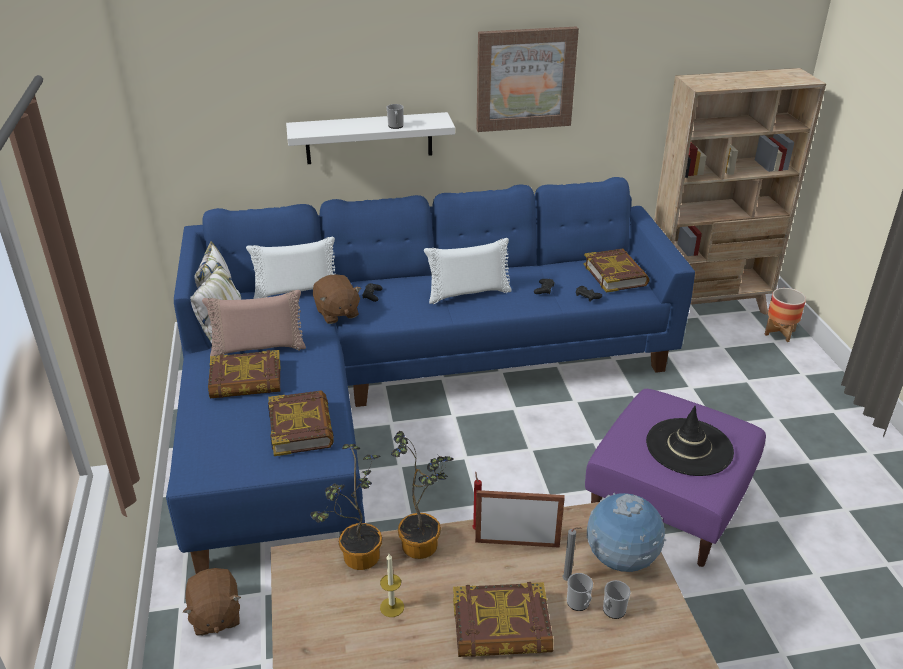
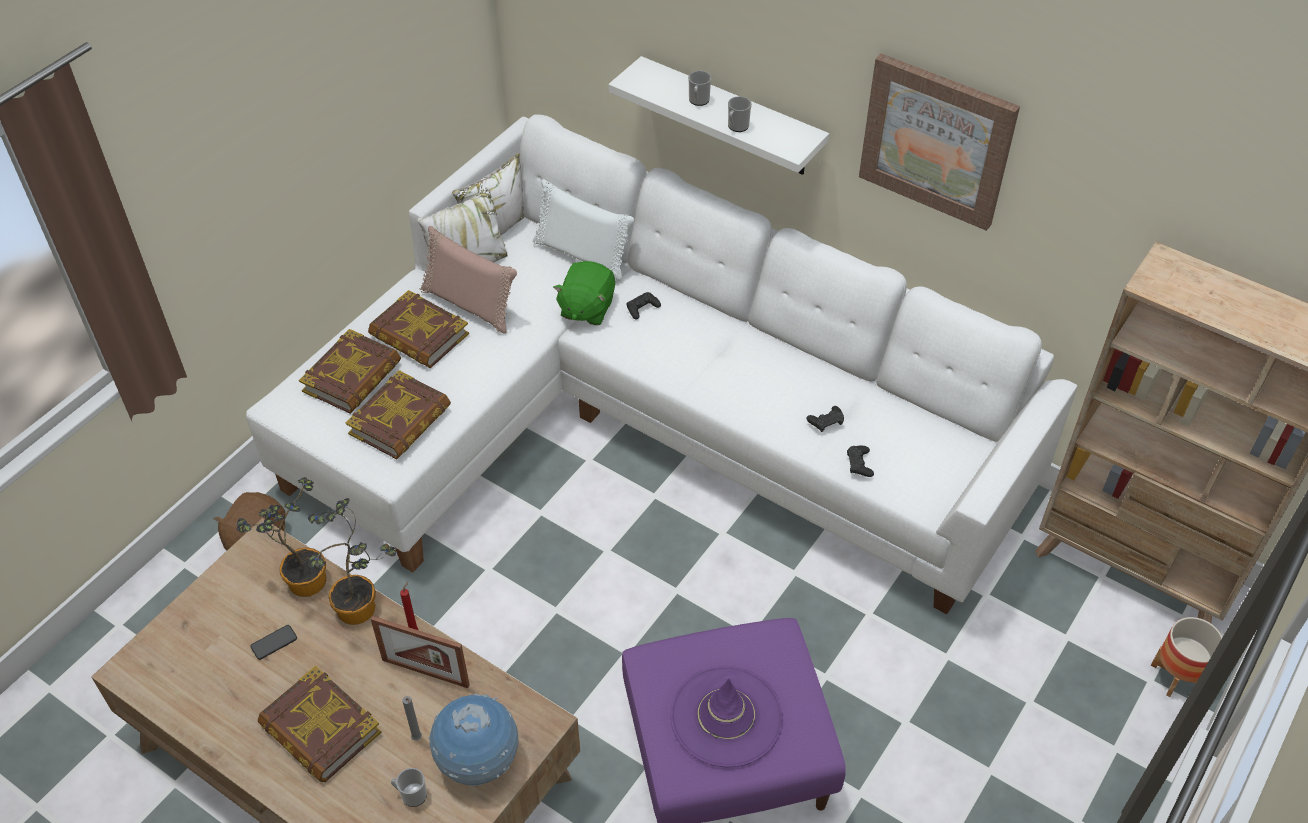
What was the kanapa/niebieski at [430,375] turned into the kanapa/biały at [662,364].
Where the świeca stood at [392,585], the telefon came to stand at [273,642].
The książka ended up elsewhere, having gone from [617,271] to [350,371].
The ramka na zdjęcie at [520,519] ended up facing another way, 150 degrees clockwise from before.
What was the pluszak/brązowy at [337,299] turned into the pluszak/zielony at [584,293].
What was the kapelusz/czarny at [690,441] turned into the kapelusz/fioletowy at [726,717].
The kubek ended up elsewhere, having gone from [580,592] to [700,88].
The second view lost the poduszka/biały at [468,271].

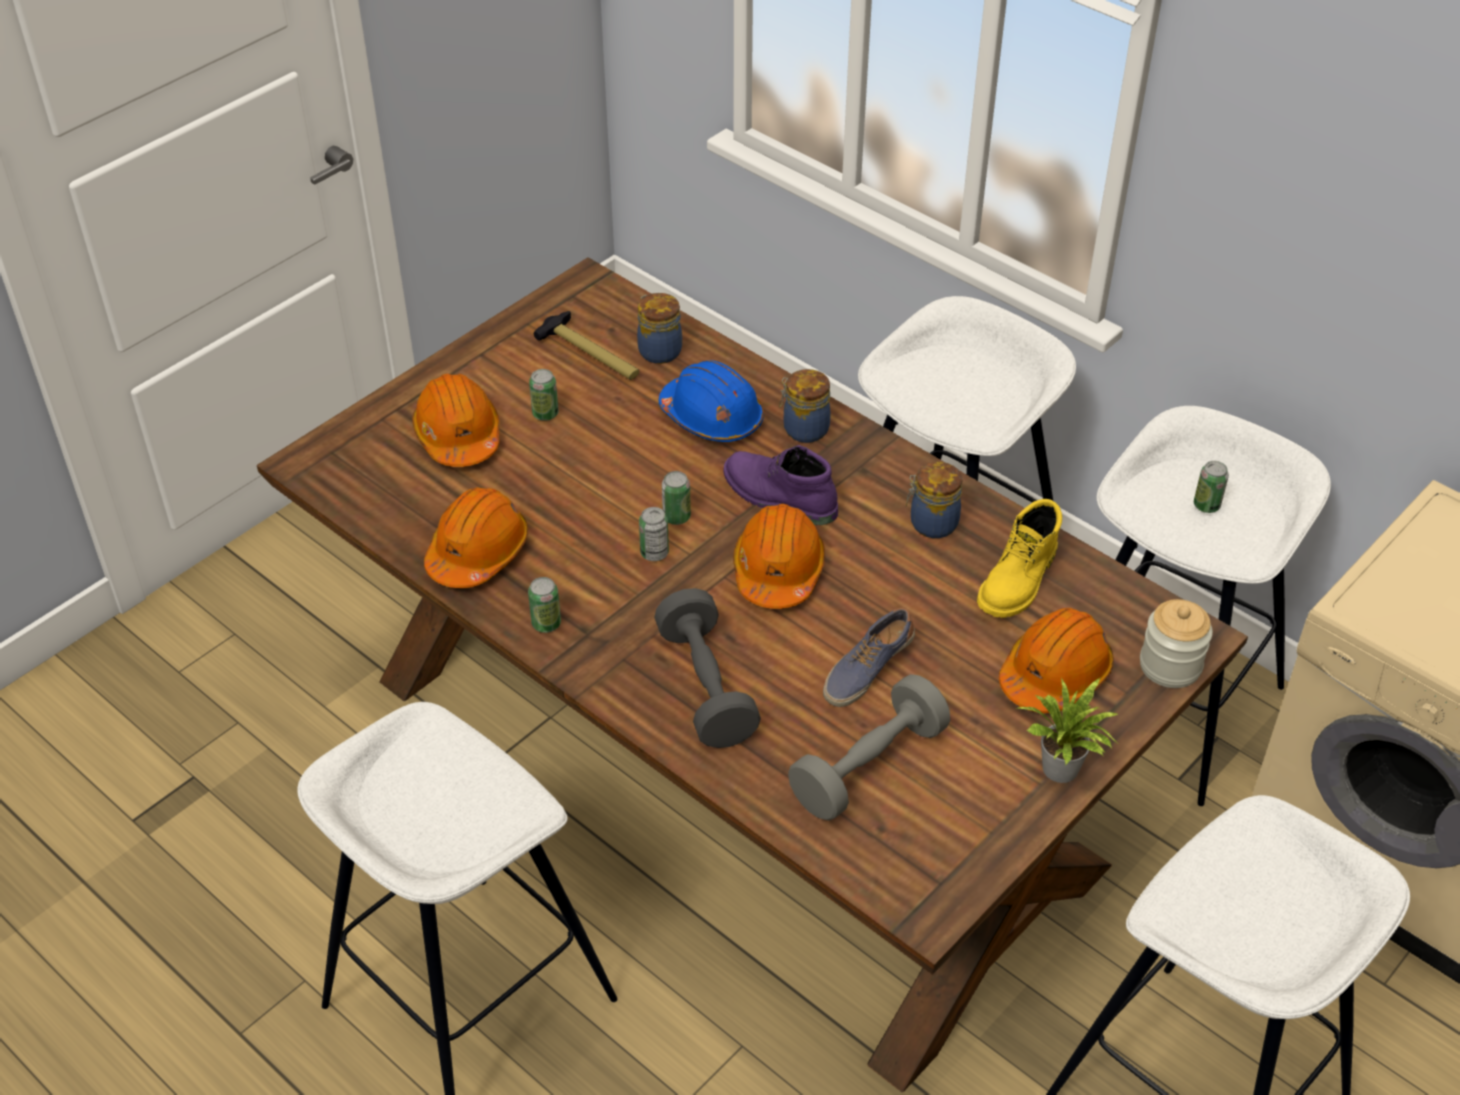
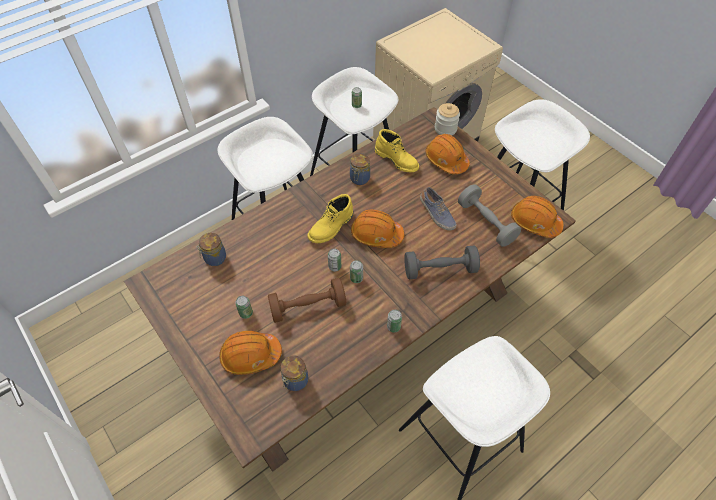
The second view gained the hantel/brązowy at [307,300].
The słoik ended up elsewhere, having gone from [804,406] to [294,373].
What was the but z cholewką/fioletowy at [780,485] turned into the but z cholewką/żółty at [330,218].
The kask/pomarańczowy ended up elsewhere, having gone from [476,537] to [537,217].
The second view lost the młotek at [586,345].
The second view lost the kask/niebieski at [711,401].
The second view lost the roślina doniczkowa at [1068,730].

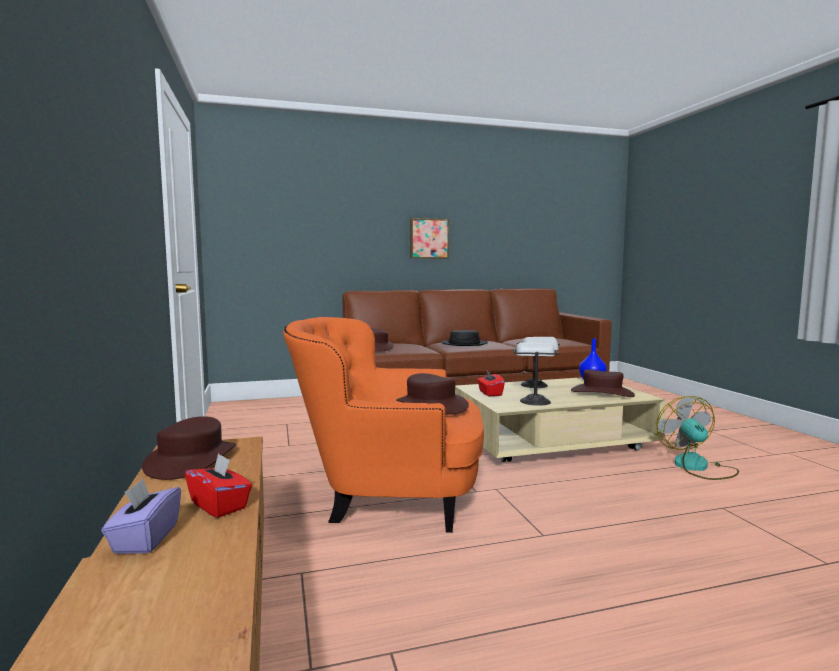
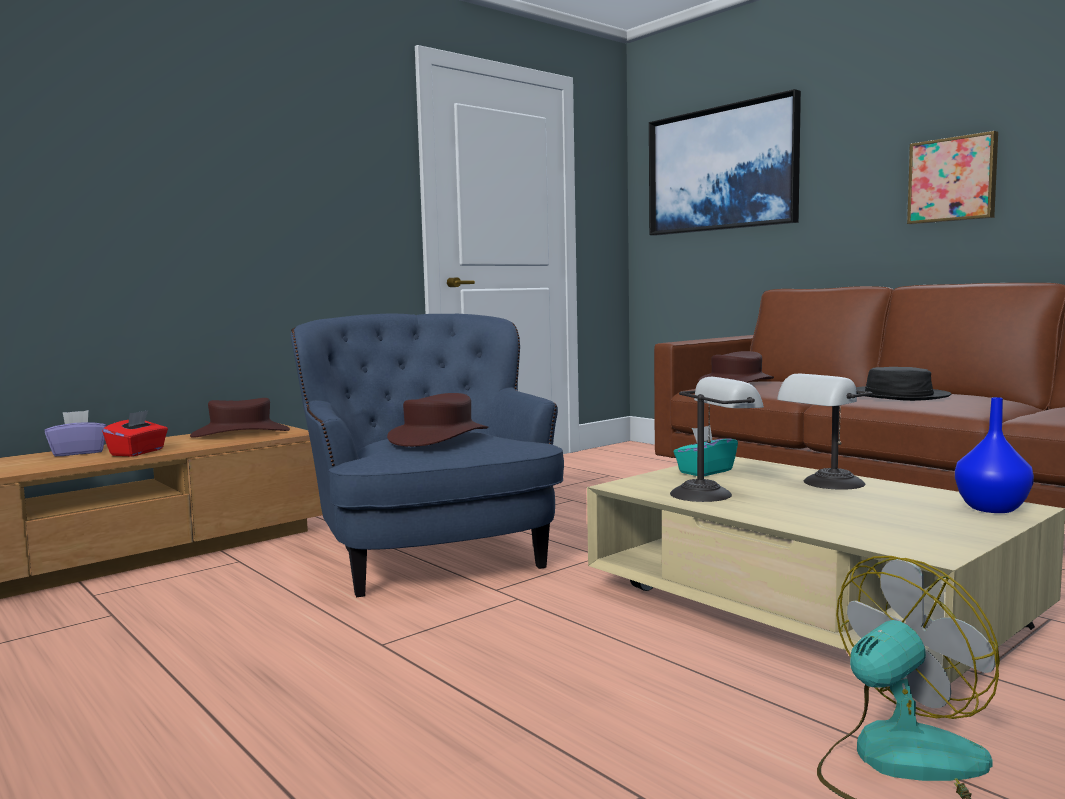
What was the fotel/pomarańczowy at [383,425] turned into the fotel/niebieski at [427,455].
The second view gained the obraz at [725,162].
What was the pudełko chusteczek/czerwony at [491,383] turned into the pudełko chusteczek/turkusowy at [706,451].
The second view lost the kapelusz/brązowy at [603,383].

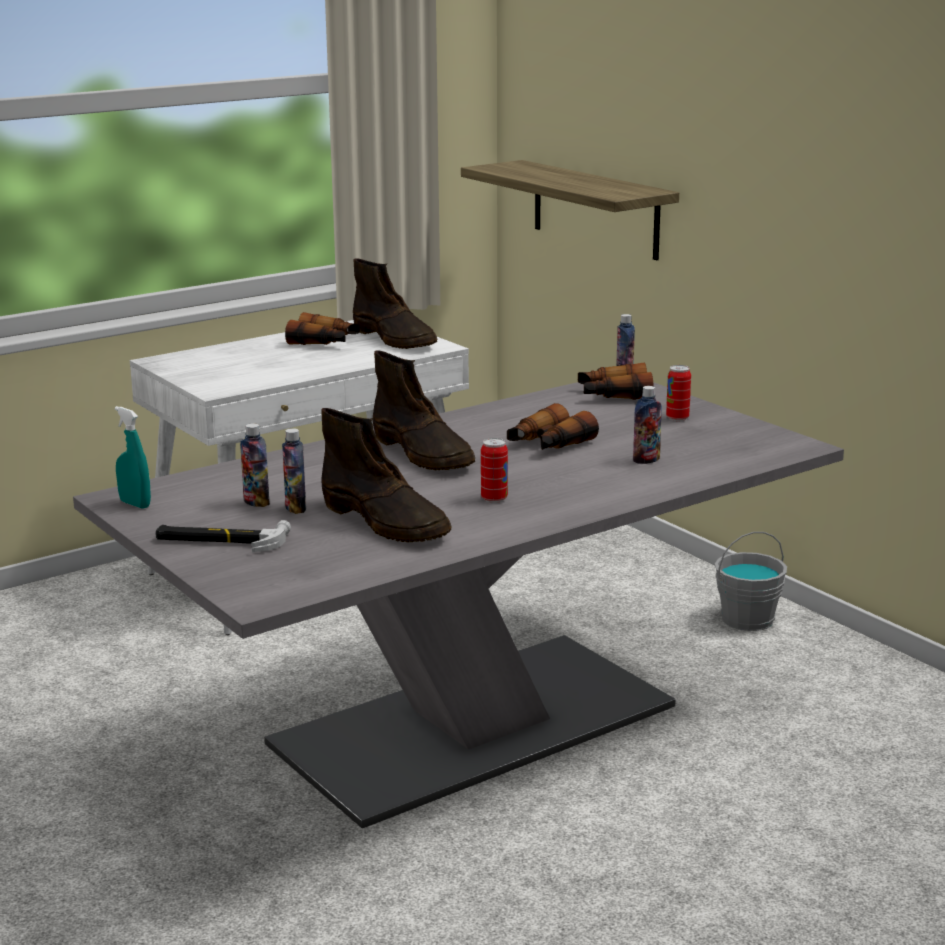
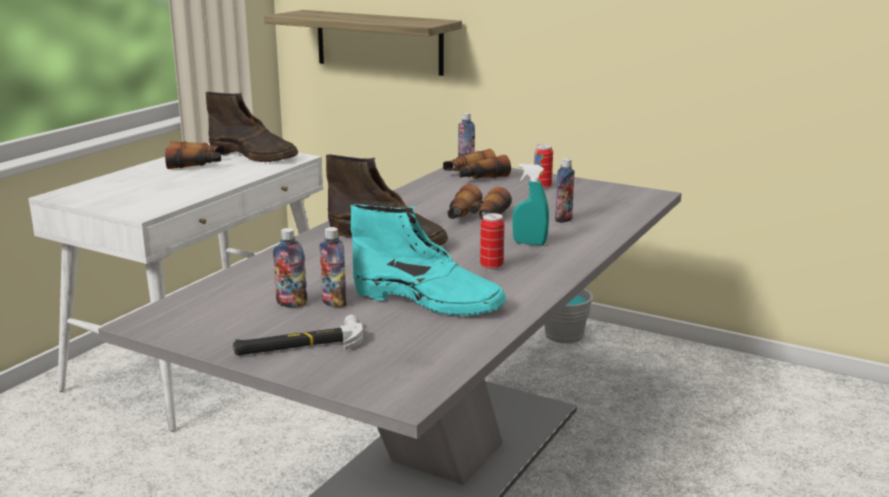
What was the but z cholewką/brązowy at [386,475] turned into the but z cholewką/turkusowy at [428,260].
The spryskiwacz/turkusowy ended up elsewhere, having gone from [133,457] to [531,204].

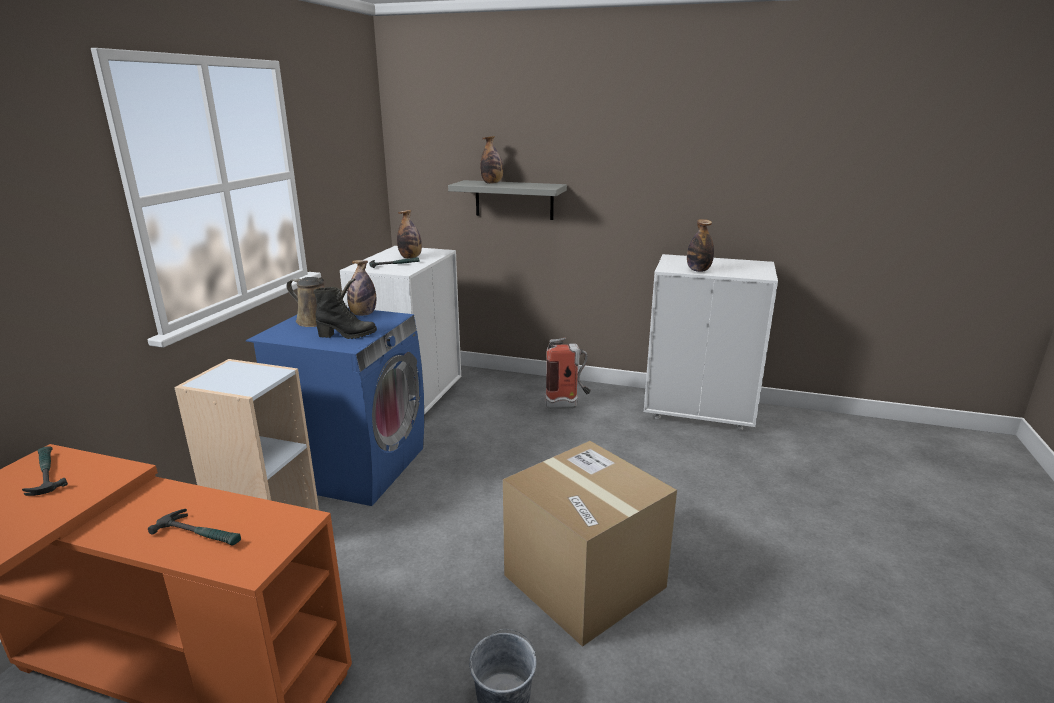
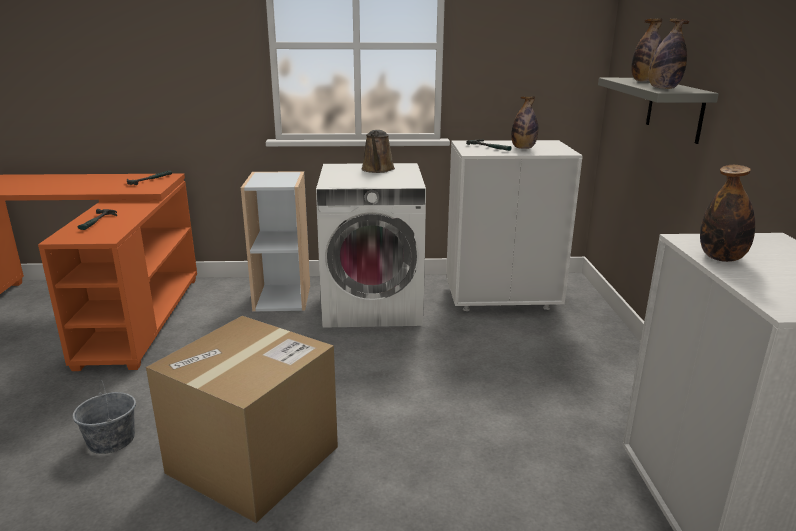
What was the pralka/niebieski at [335,406] turned into the pralka/biały at [371,245].
The butelka ended up elsewhere, having gone from [361,288] to [669,54].
The second view lost the but z cholewką/czarny at [345,313].
The second view lost the gaśnica at [568,373].

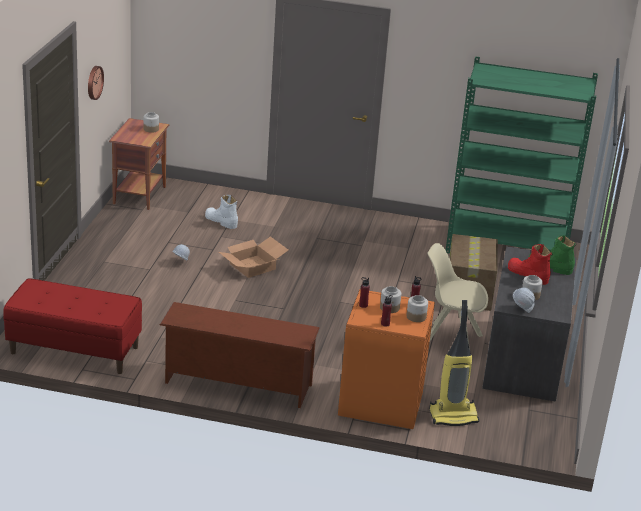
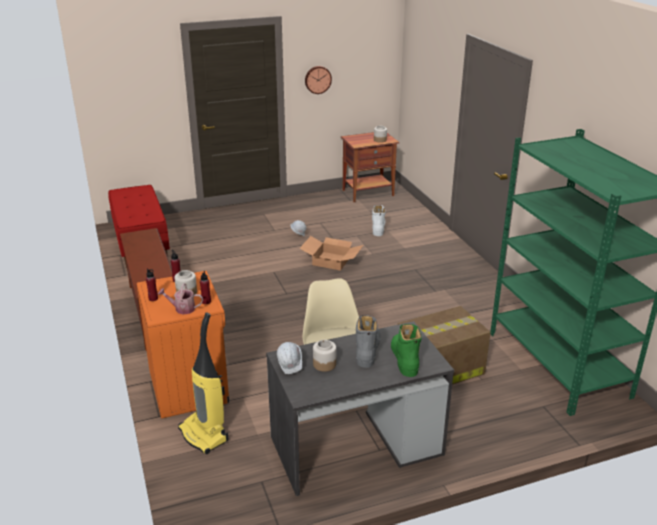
Where the słoik stood at [417,308], the konewka came to stand at [180,299].
What was the but z cholewką/czerwony at [530,264] turned into the but z cholewką/szary at [368,341].

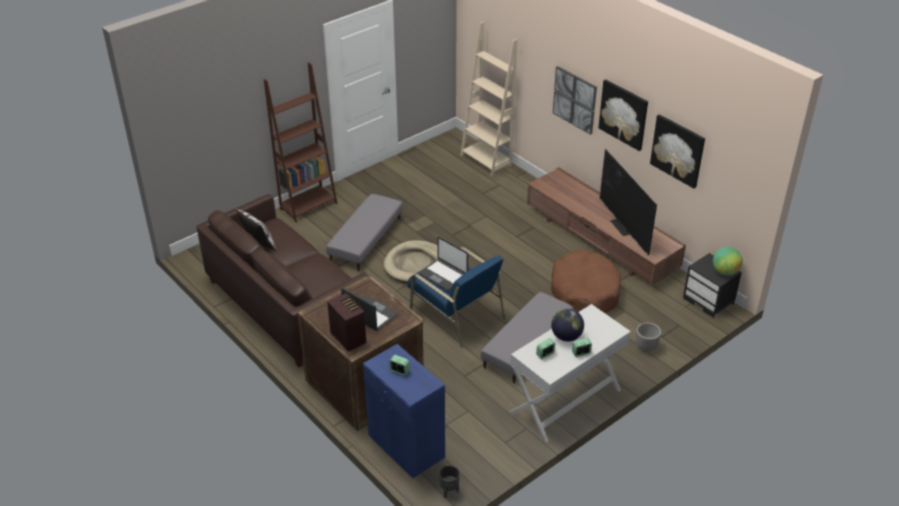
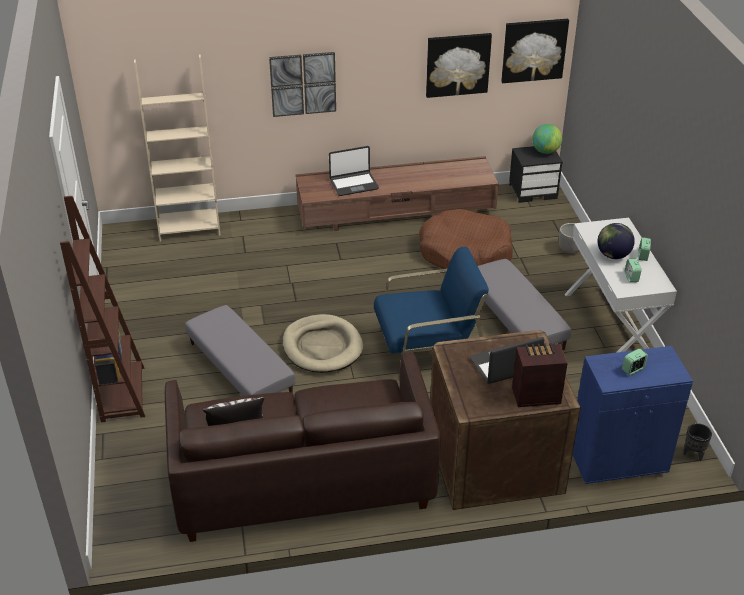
The laptop ended up elsewhere, having gone from [443,263] to [354,171].
The obraz ended up elsewhere, having gone from [623,115] to [535,51].
The second view lost the telewizor at [628,202].

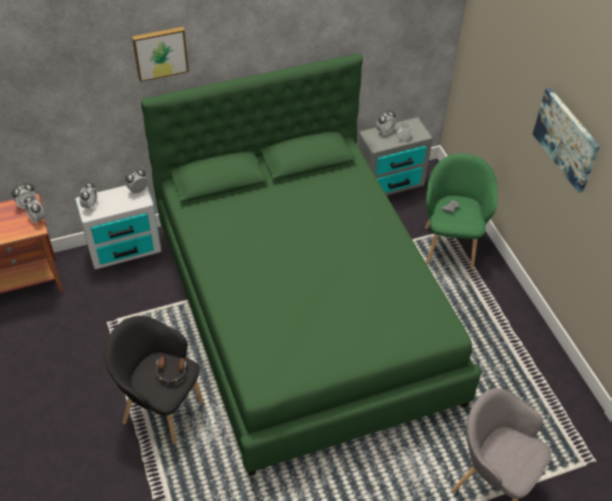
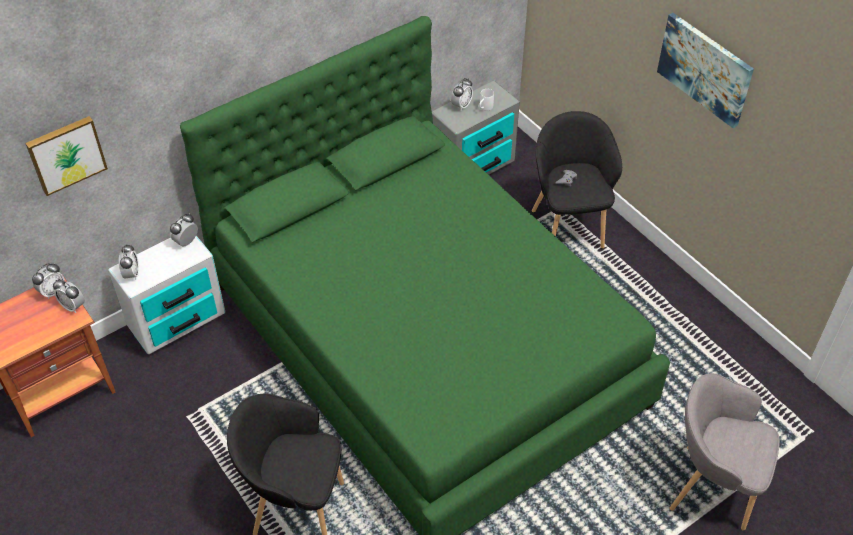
The obraz ended up elsewhere, having gone from [160,54] to [66,156].
What was the fotel/zielony at [461,212] turned into the fotel/czarny at [577,180].
The second view lost the słuchawki at [171,370].

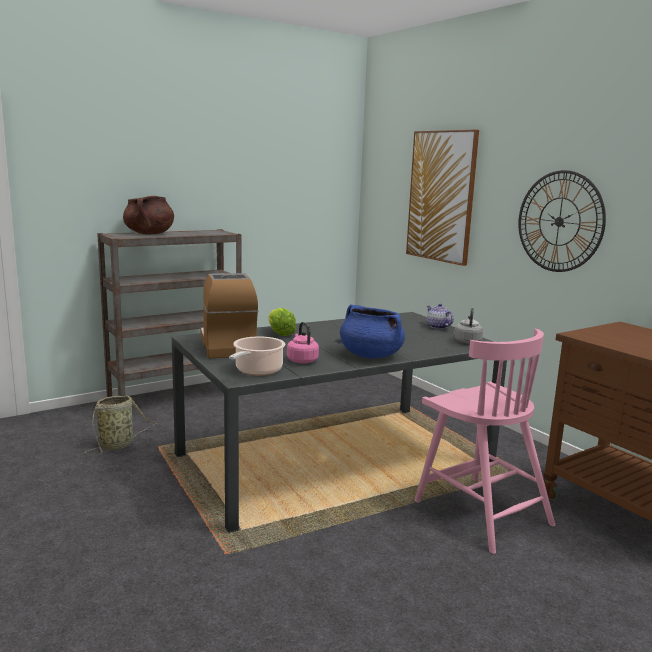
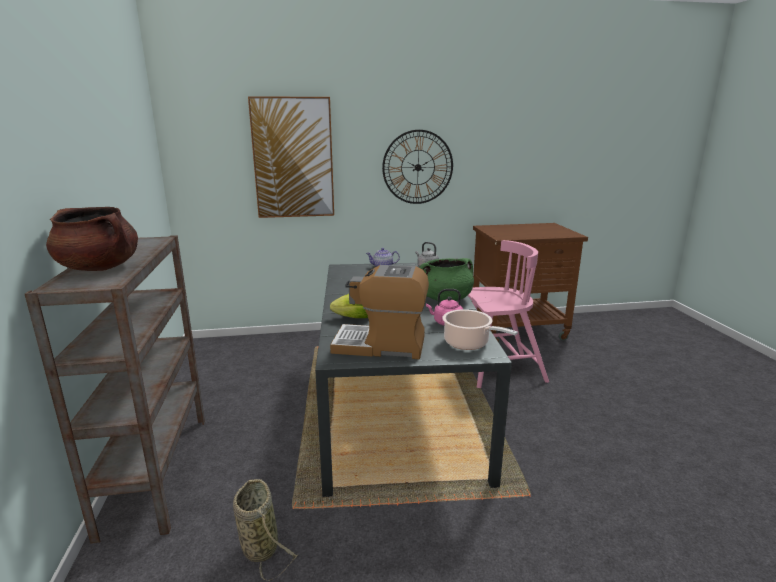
What was the garnek/niebieski at [372,331] turned into the garnek/zielony at [446,280].

